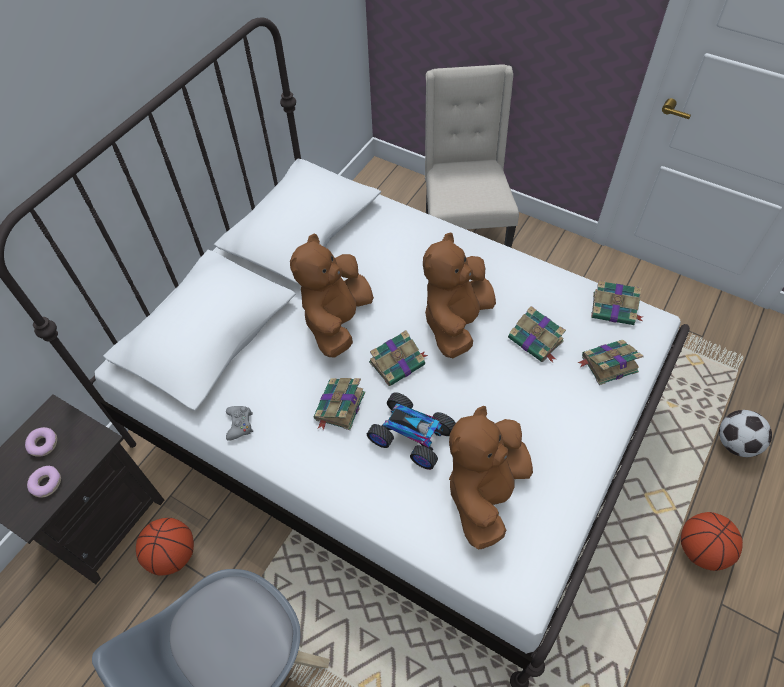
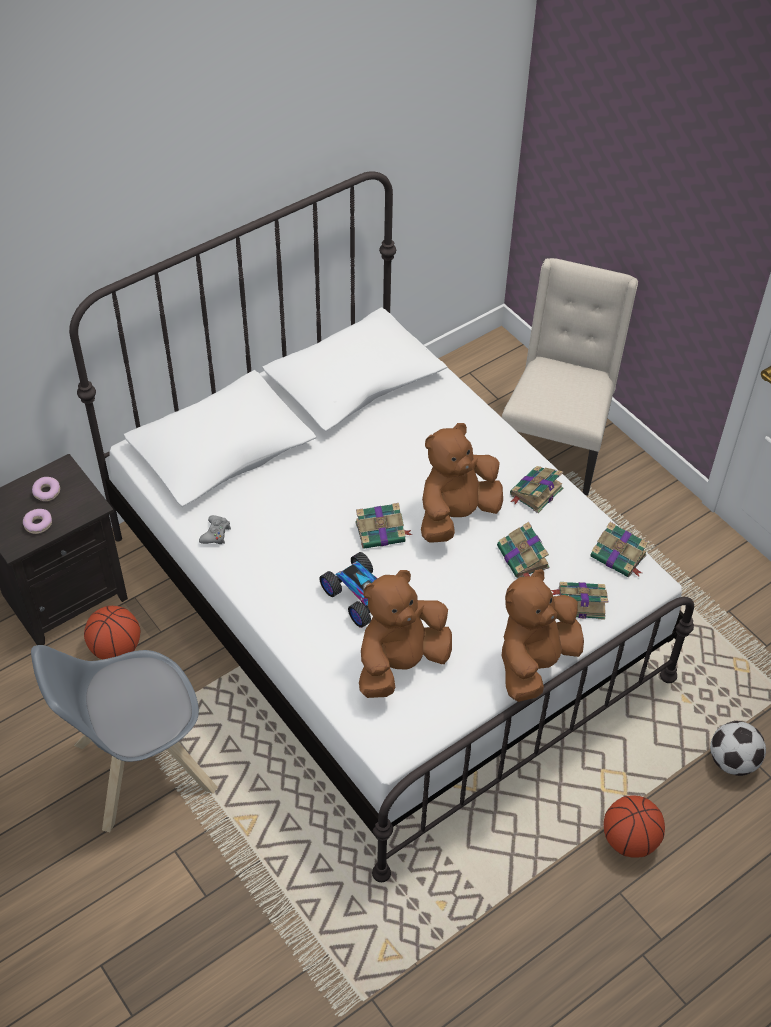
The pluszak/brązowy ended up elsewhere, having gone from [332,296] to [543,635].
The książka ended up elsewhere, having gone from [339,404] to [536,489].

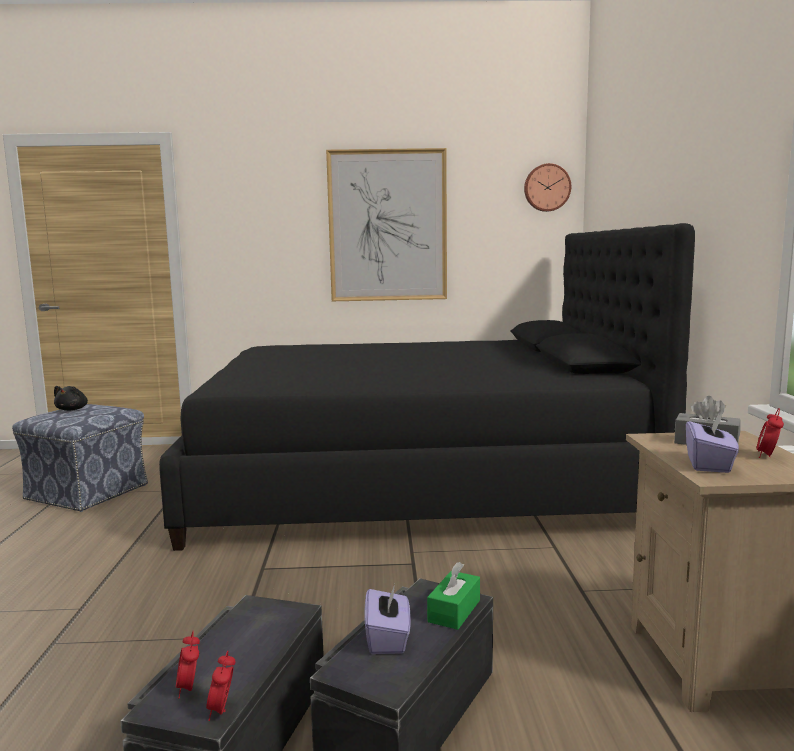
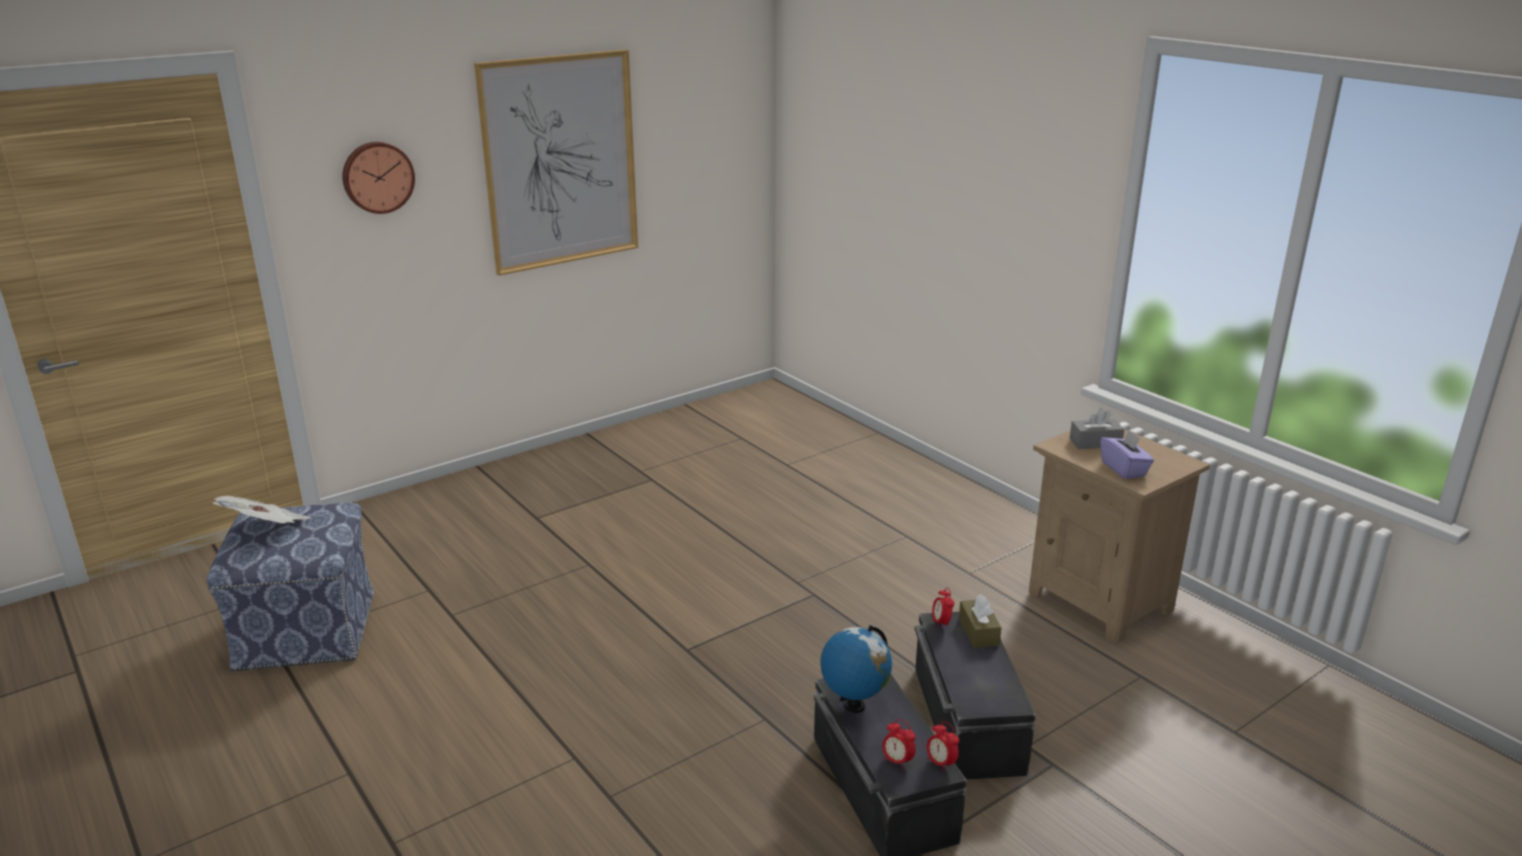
Where the pluszak/czarny stood at [71,398], the gazeta came to stand at [262,510].
The zegar ścienny ended up elsewhere, having gone from [547,187] to [378,178].
The second view gained the globus at [856,669].
The budzik ended up elsewhere, having gone from [770,433] to [943,608].
What was the pudełko chusteczek/zielony at [453,596] turned into the pudełko chusteczek/brązowy at [980,621].
The second view lost the łóżko/czarny at [427,387].
The second view lost the pudełko chusteczek/fioletowy at [387,619].

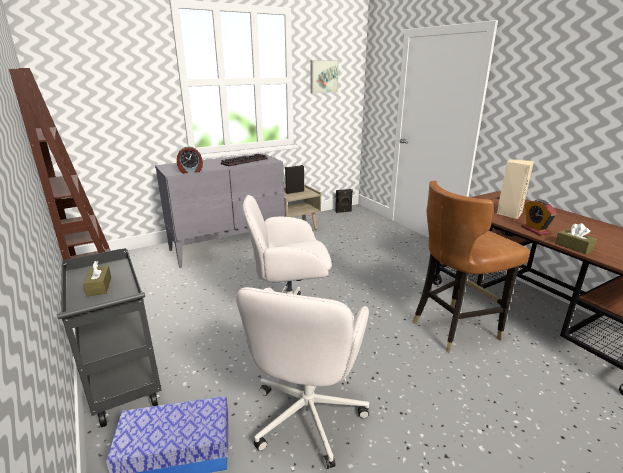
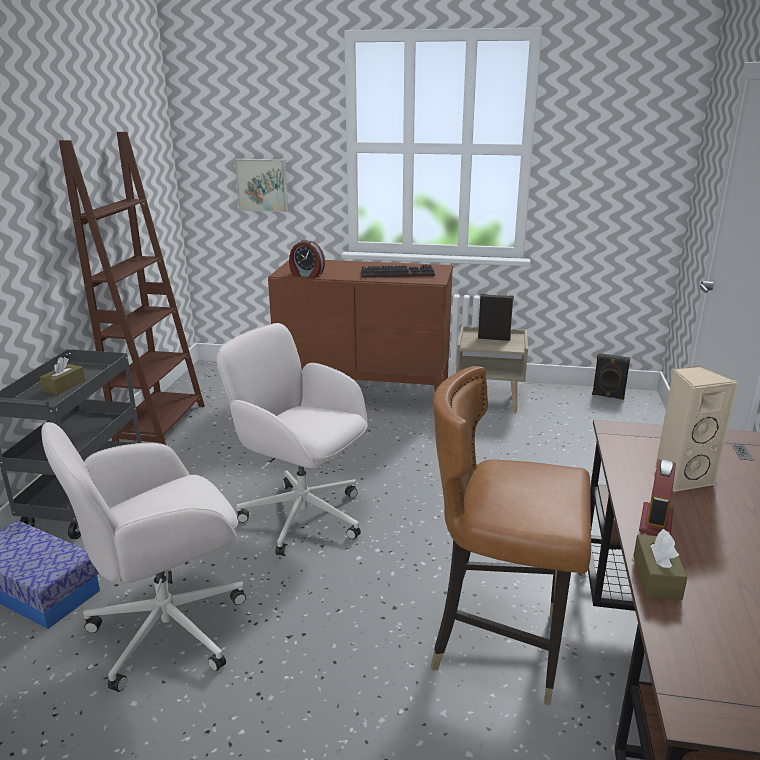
The obraz ended up elsewhere, having gone from [325,76] to [261,185].
What was the szafka/szary at [220,210] turned into the szafka/brązowy at [360,325].

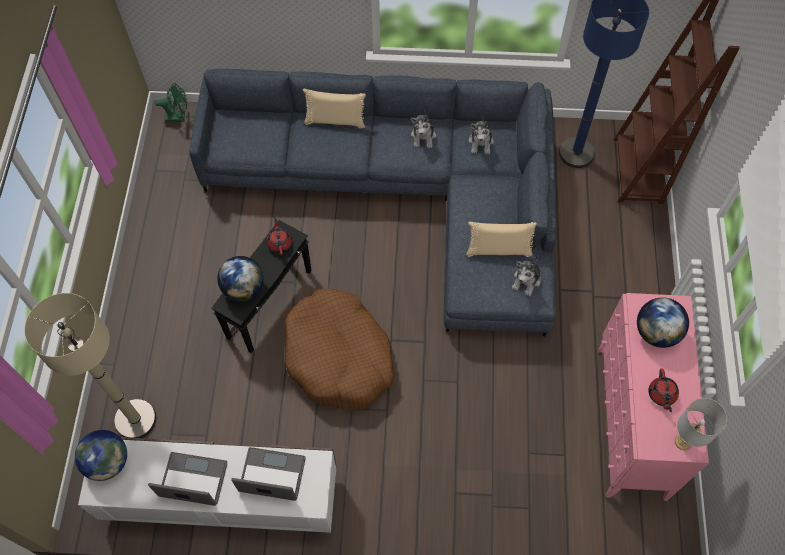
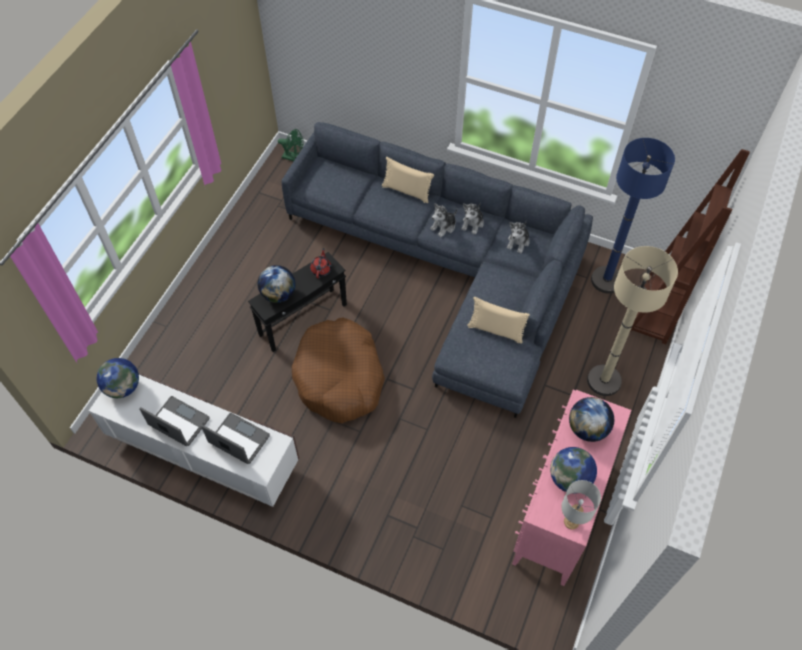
The pluszak ended up elsewhere, having gone from [526,276] to [443,220].
Where the imbryk/czerwony stood at [663,390], the globus came to stand at [573,469].
The lampa stojąca/beżowy ended up elsewhere, having gone from [90,365] to [632,321].

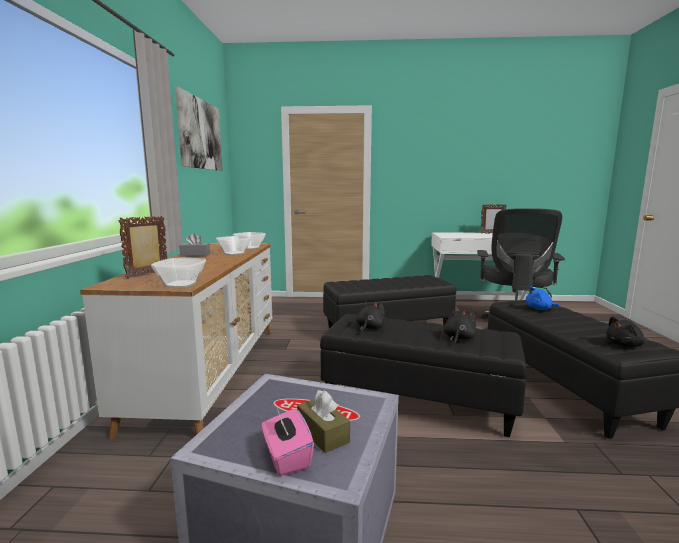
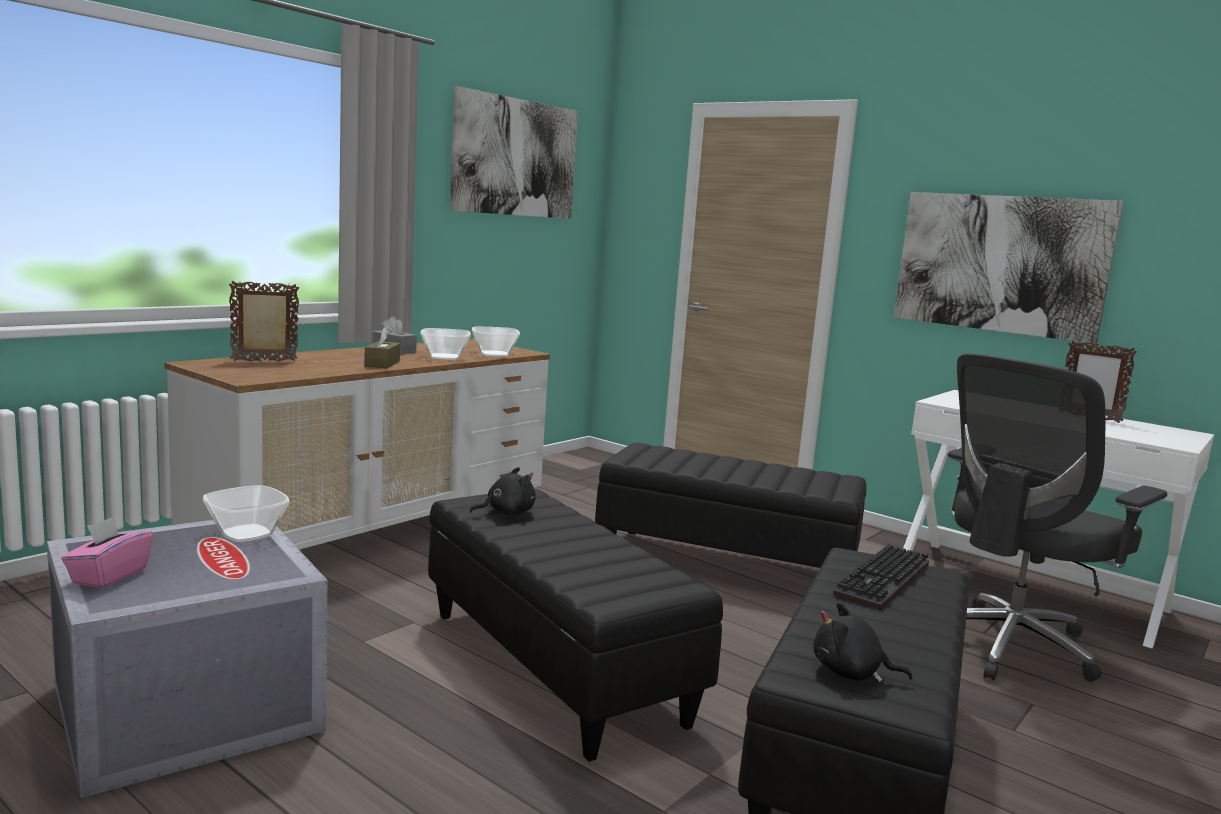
The miska ended up elsewhere, having gone from [178,273] to [246,513].
The pudełko chusteczek/brązowy ended up elsewhere, having gone from [323,421] to [382,347].
Where the pluszak/niebieski stood at [542,298], the klawiatura came to stand at [881,577].
The second view gained the obraz at [1008,268].
The second view lost the pluszak/czarny at [459,327].

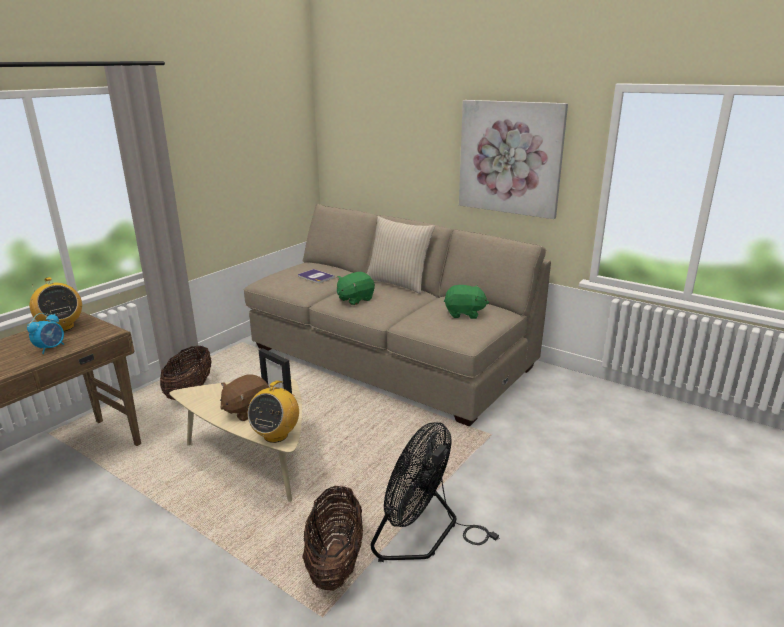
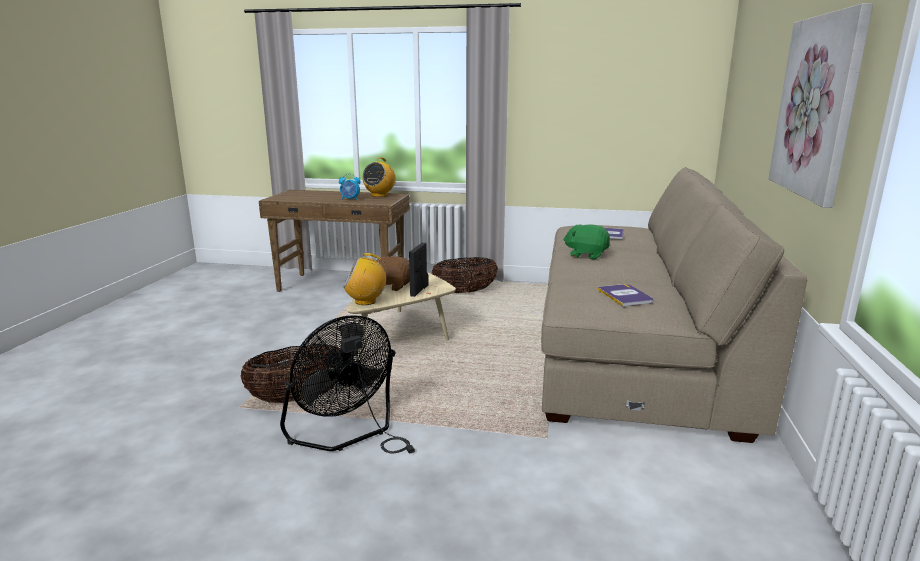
The wentylator/czarny at [435,492] ended up facing another way, 45 degrees counterclockwise from before.
Where the pluszak/zielony stood at [466,302], the książka came to stand at [625,295].
The second view lost the poduszka/beżowy at [401,255].

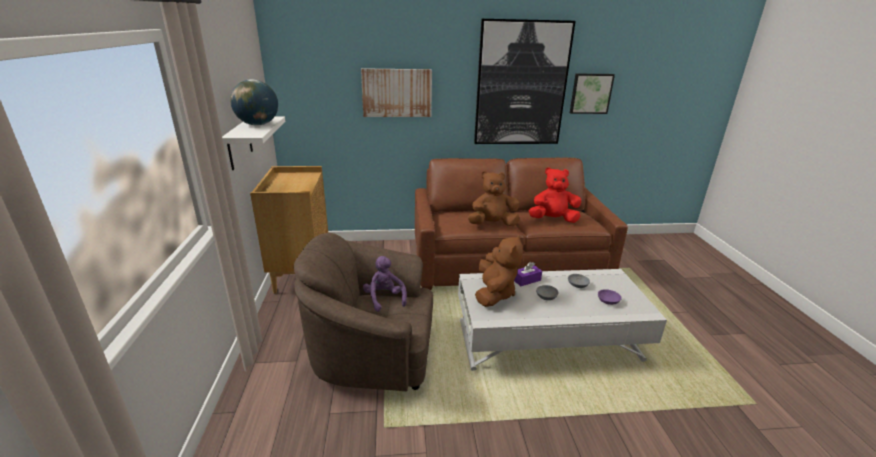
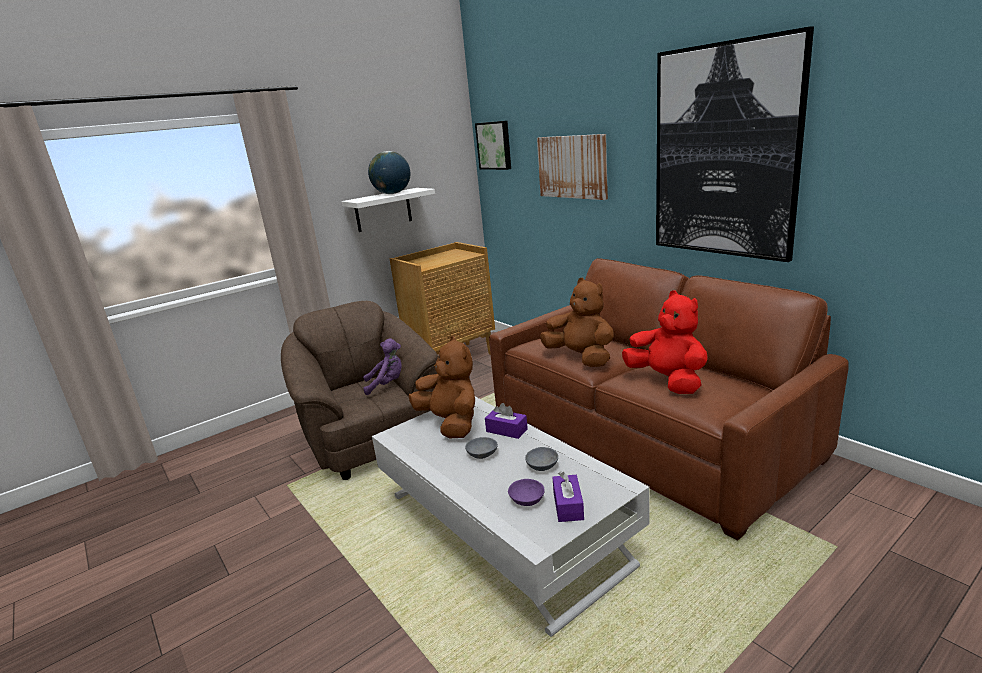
The pluszak/fioletowy at [385,284] ended up facing another way, 45 degrees clockwise from before.
The pluszak/brązowy at [499,270] ended up facing another way, 105 degrees counterclockwise from before.
The obraz ended up elsewhere, having gone from [592,94] to [493,145].
The second view gained the pudełko chusteczek/fioletowy at [568,497].

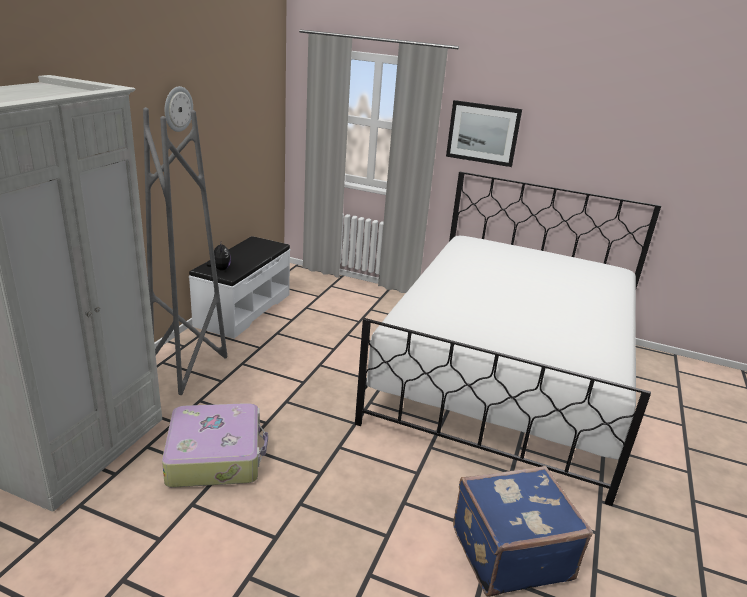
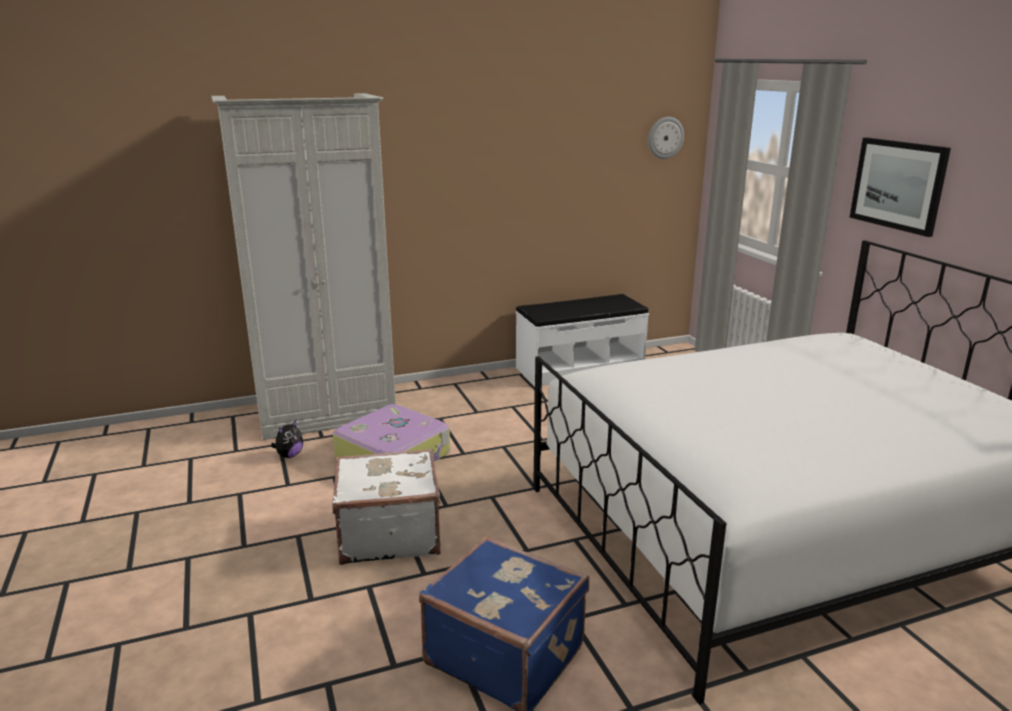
The pluszak ended up elsewhere, having gone from [218,256] to [287,439].
The second view gained the walizka/biały at [387,507].
The zegar ścienny ended up elsewhere, having gone from [179,109] to [666,138].
The second view lost the wieszak/szary at [185,251].

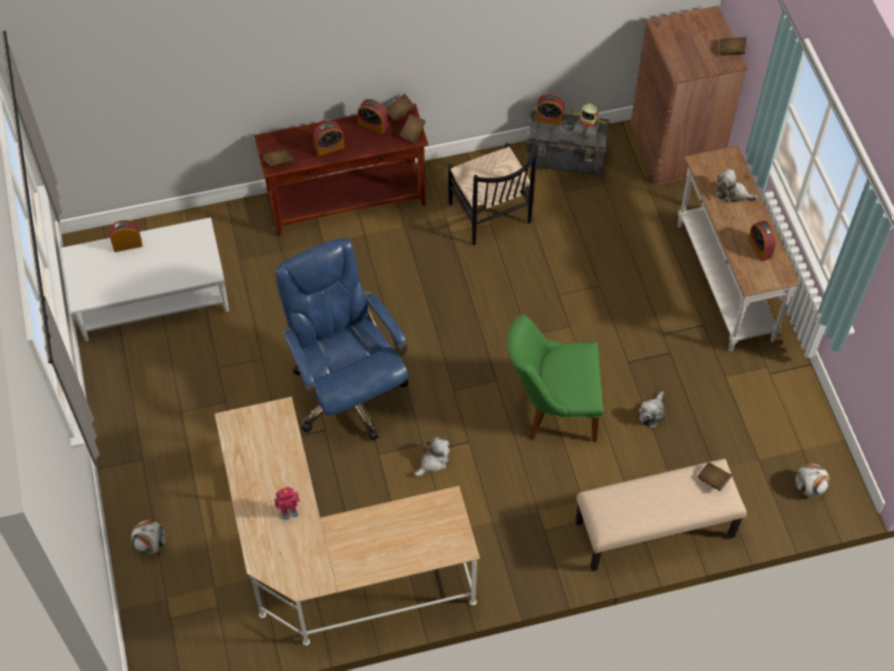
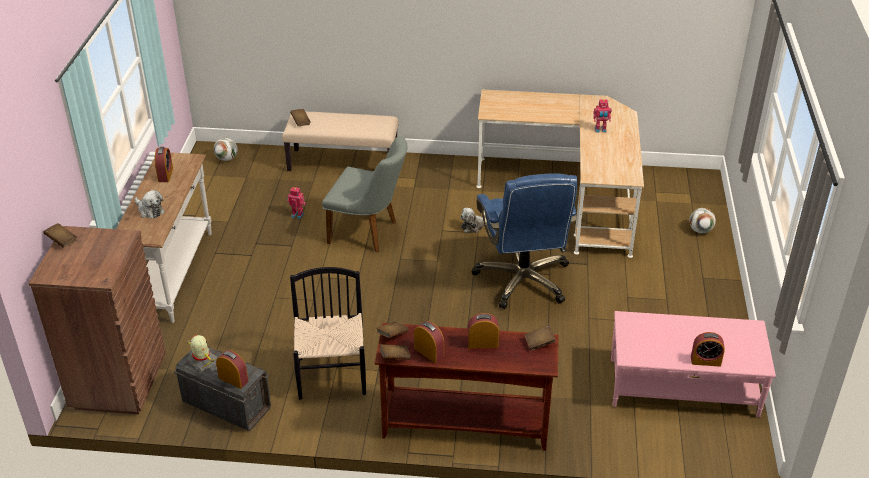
Where the pluszak stood at [652,409], the robot zabawkowy came to stand at [296,203].
What was the krzesło/zielony at [555,378] turned into the krzesło/szary at [364,194].
What was the ława/biały at [145,279] turned into the ława/różowy at [693,364].

